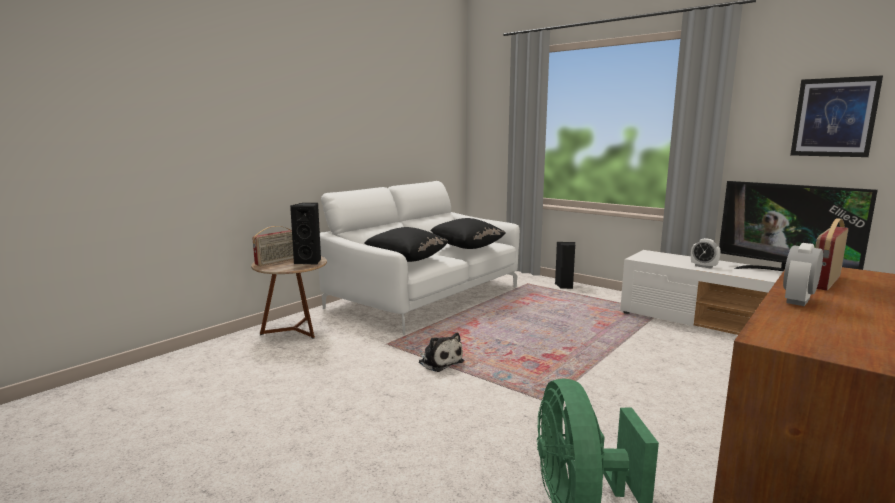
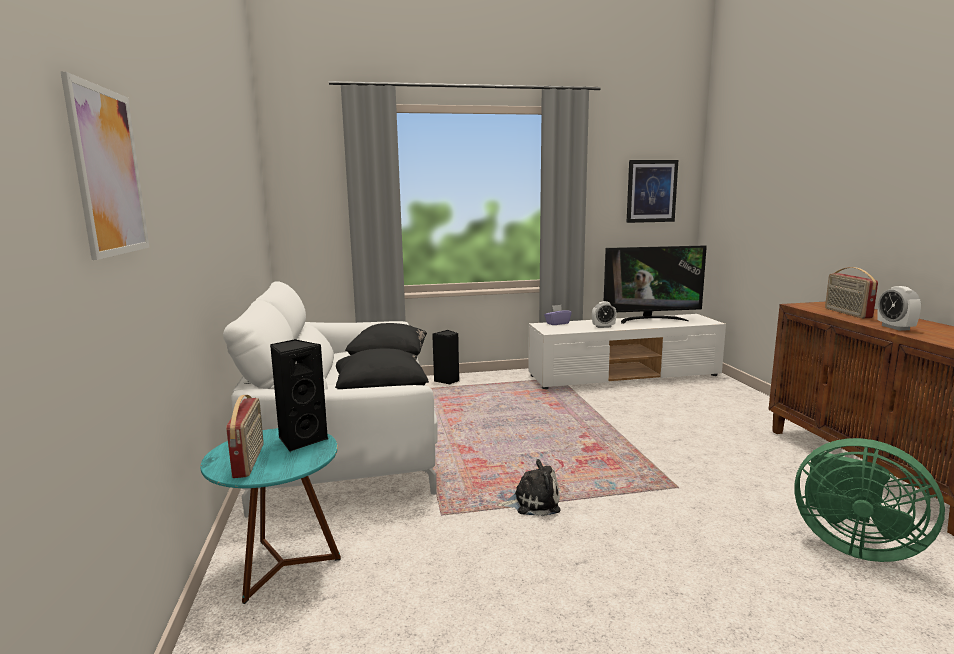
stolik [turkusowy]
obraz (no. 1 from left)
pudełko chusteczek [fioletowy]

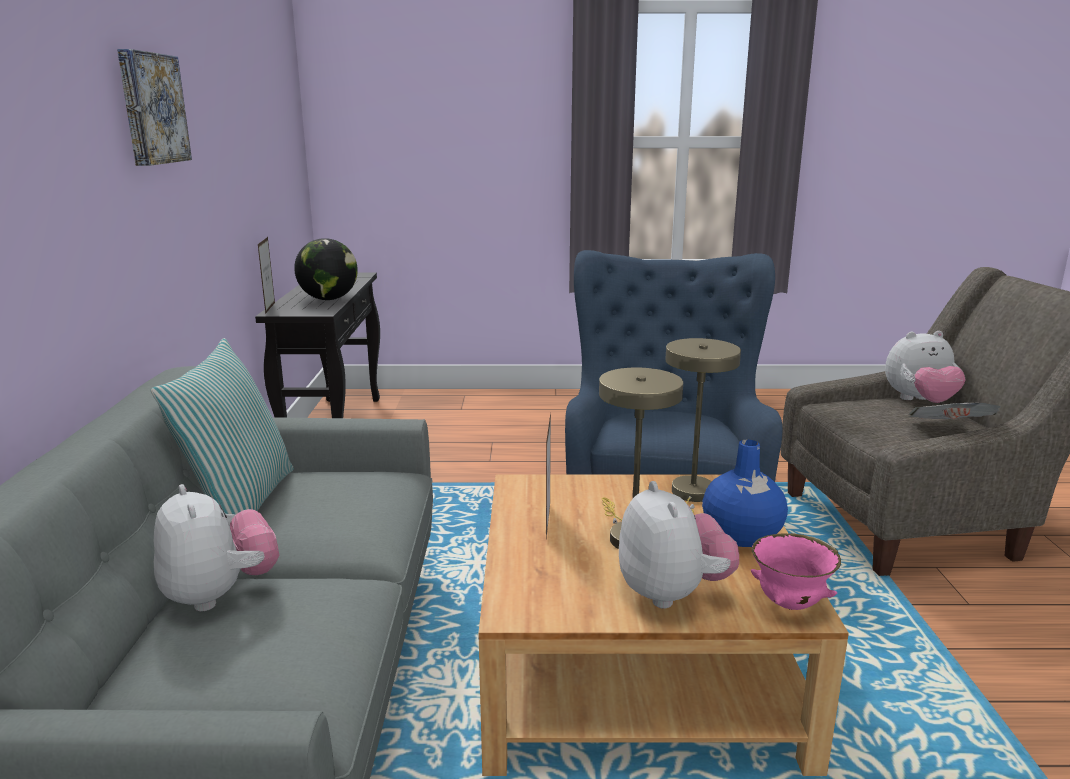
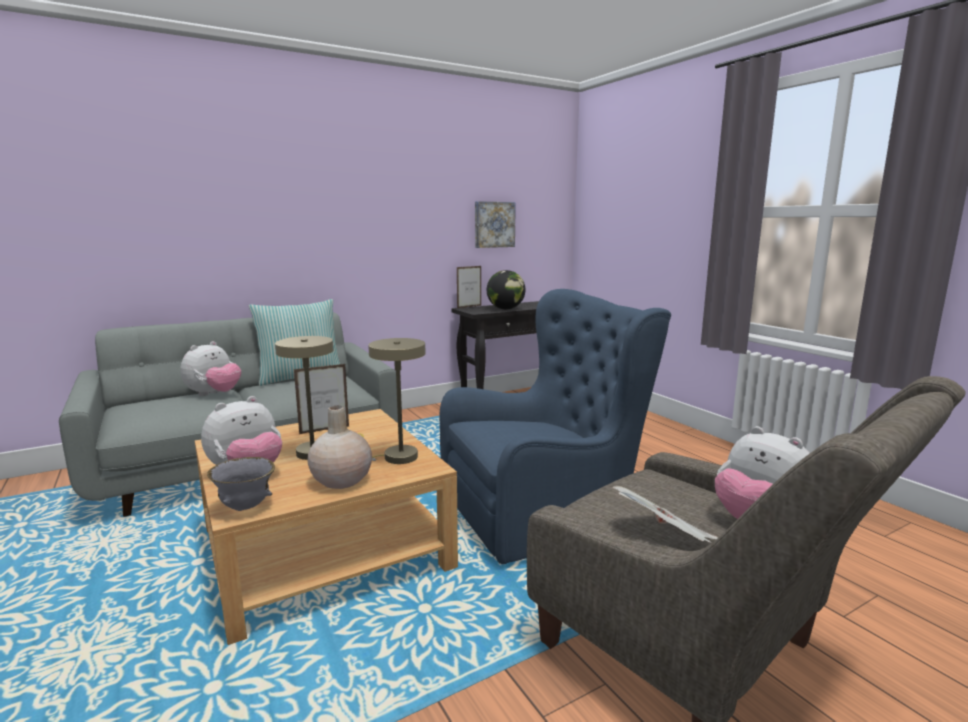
obraz
wazon [beżowy]
miska [szary]

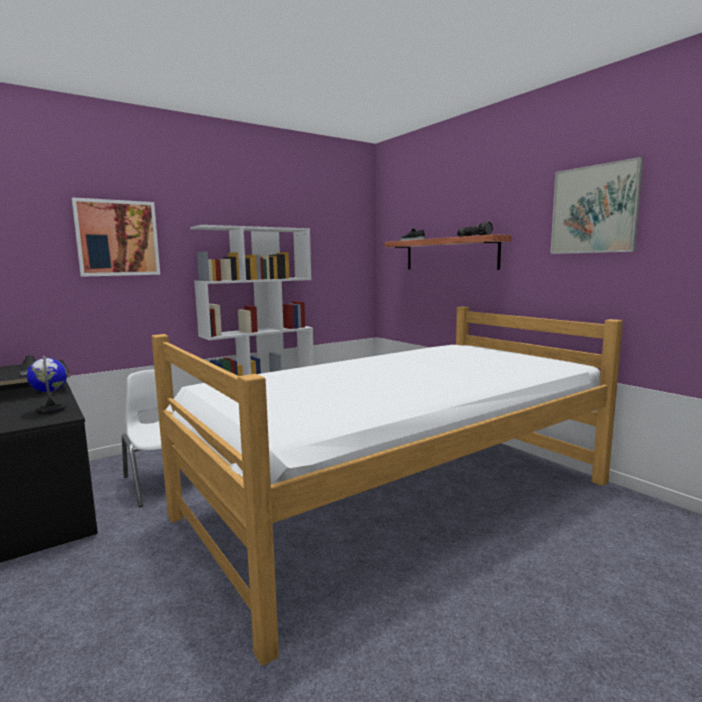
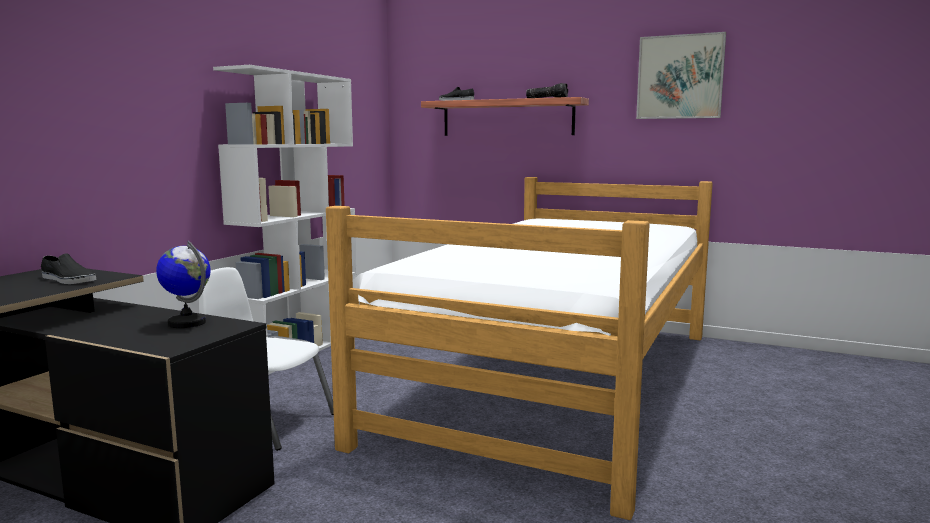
obraz (no. 1 from left in the first image)

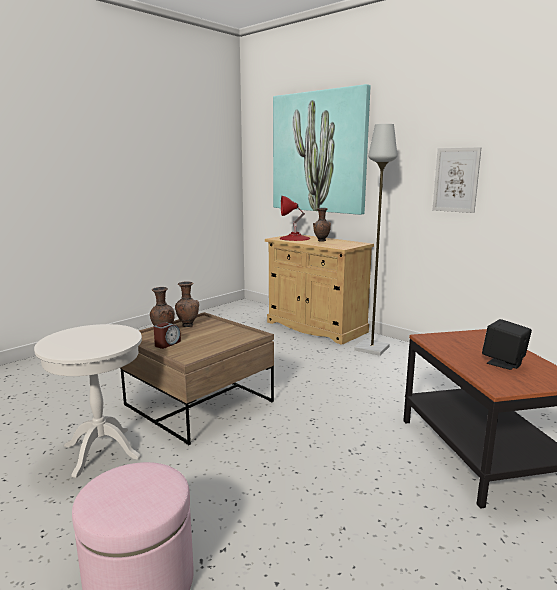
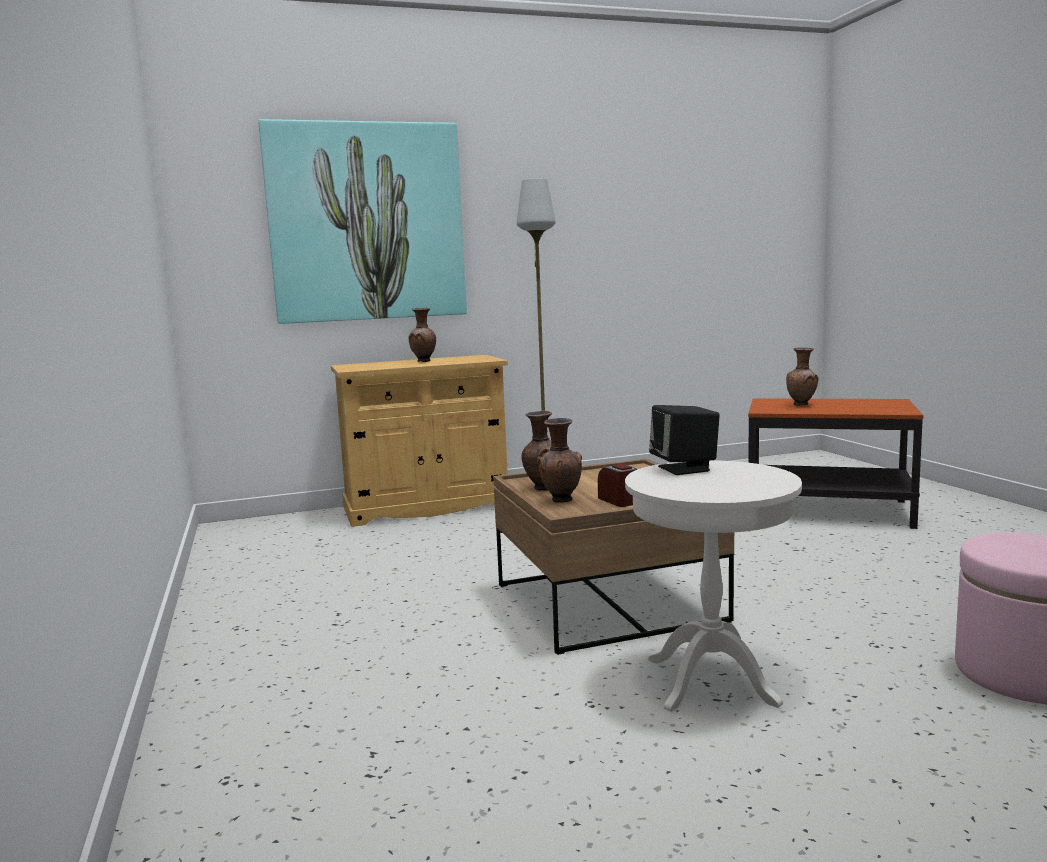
lampa stołowa [czerwony]
obraz (no. 2 from left in the first image)
głośnik [czarny]
wazon [brązowy] (no. 4 from left)

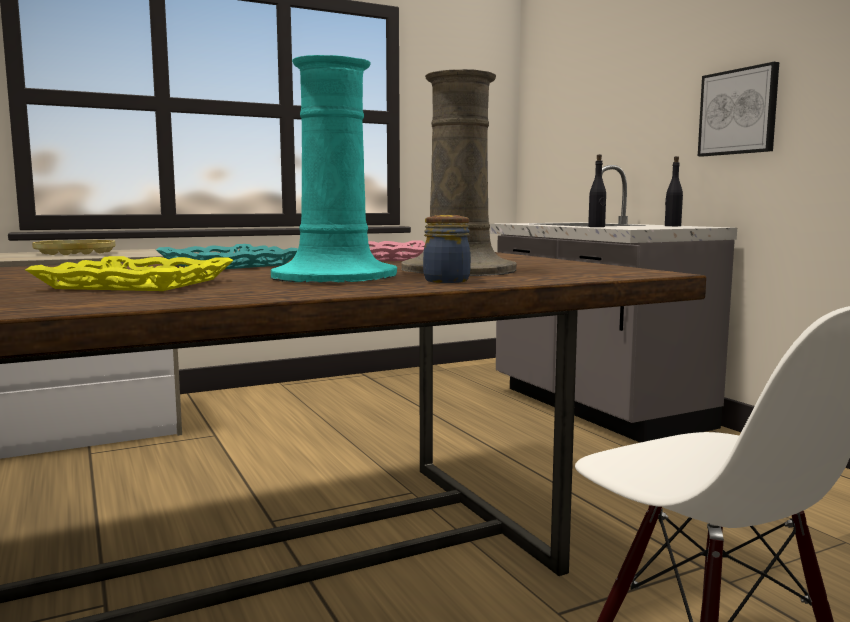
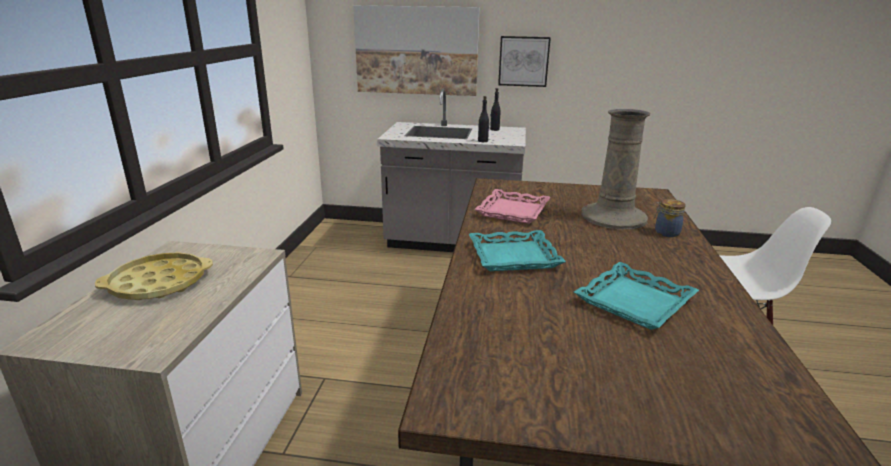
taca [turkusowy] (no. 2 from left)
wazon [turkusowy]
obraz (no. 1 from left)

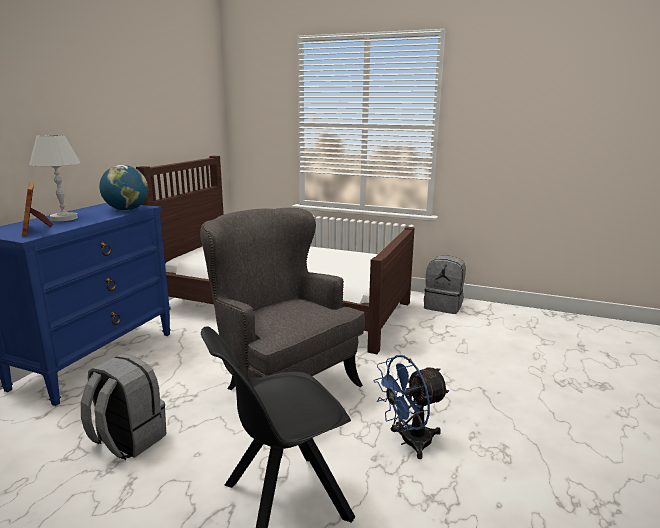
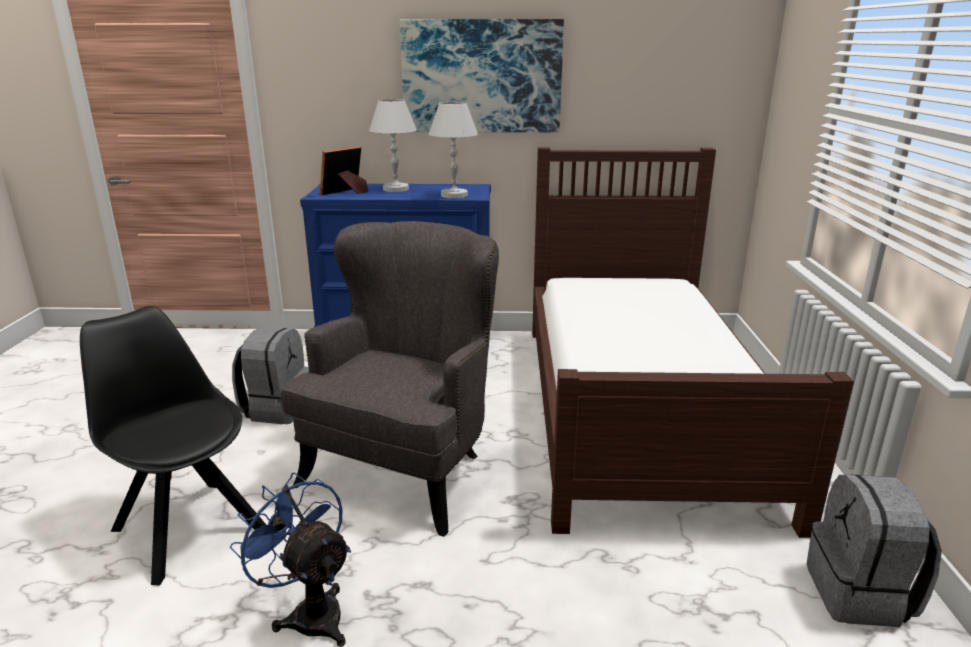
lampa stołowa [biały] (no. 2 from left)
obraz

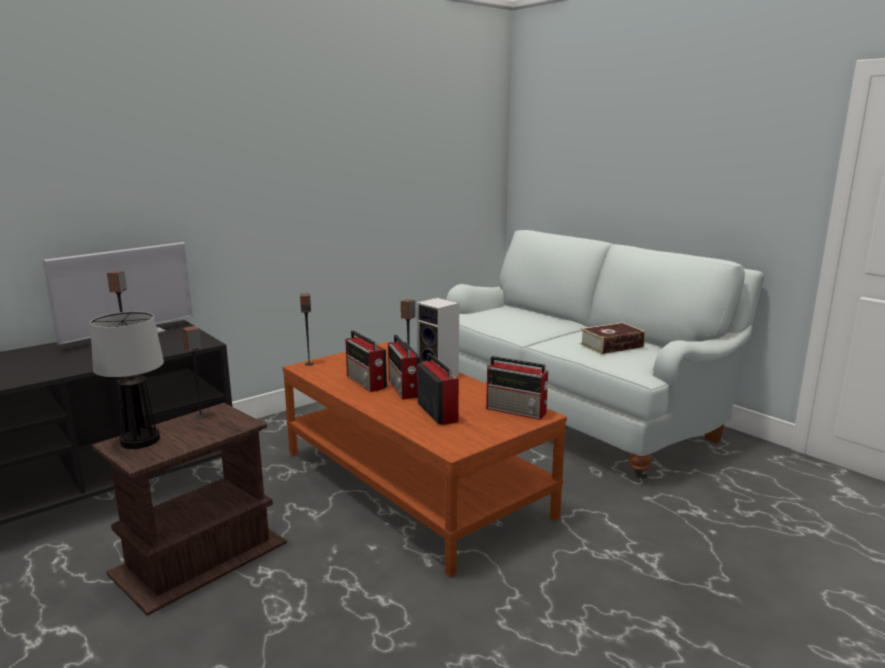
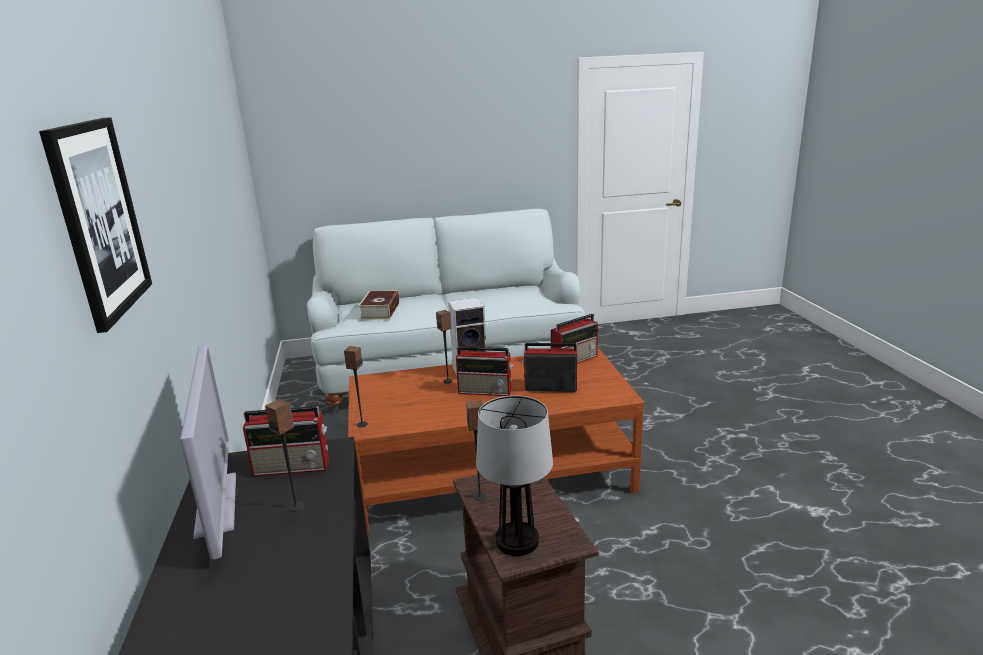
radio (no. 1 from left)
książka
obraz

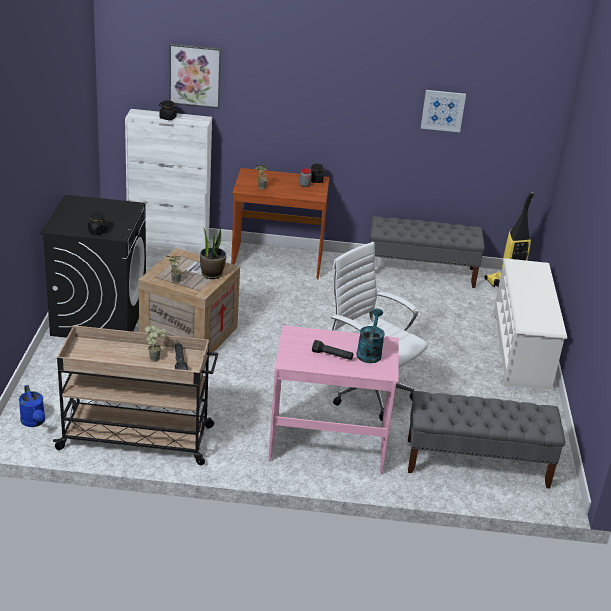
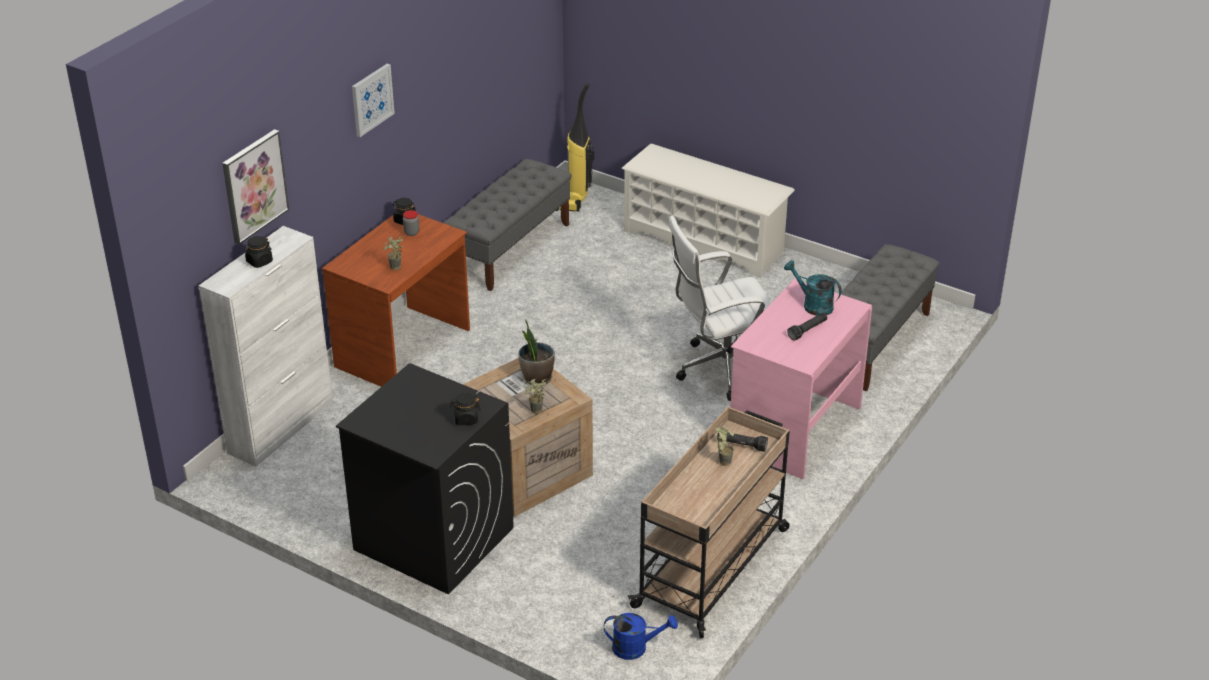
obraz (no. 2 from left)

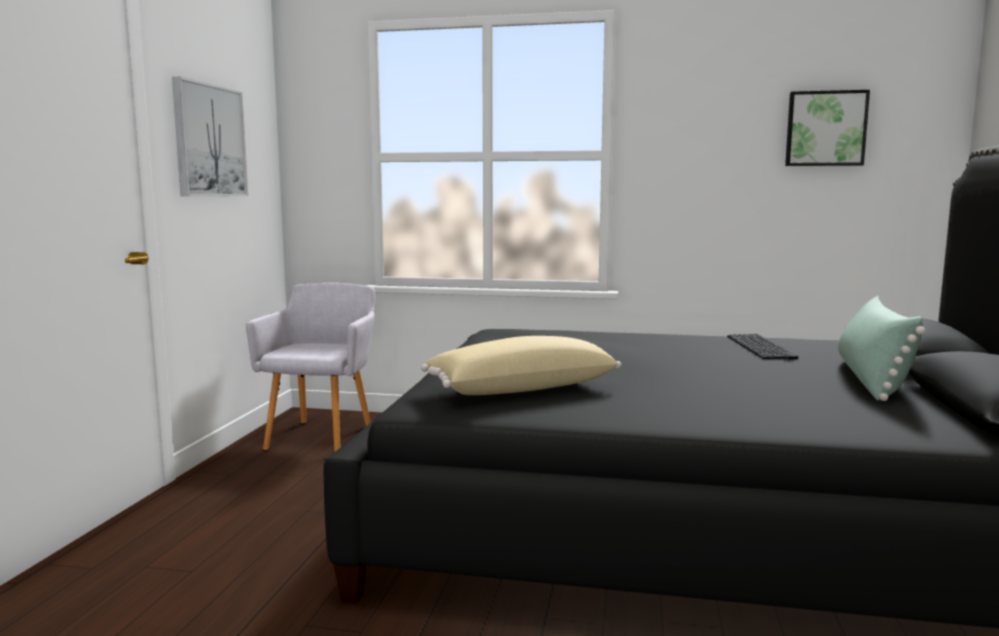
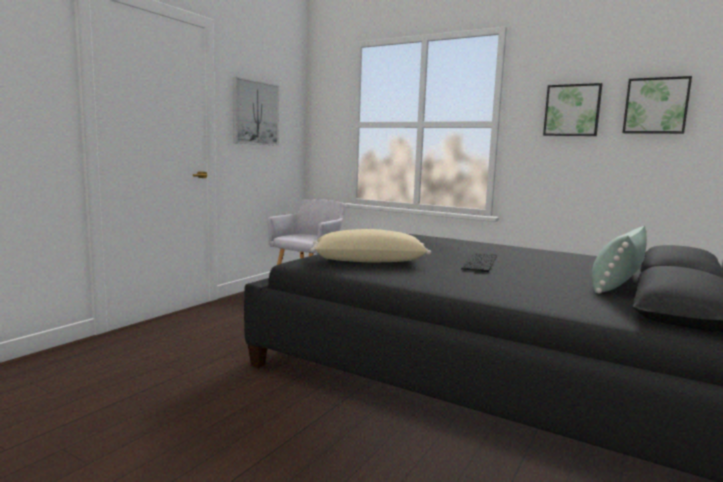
klawiatura
obraz (no. 2 from left)

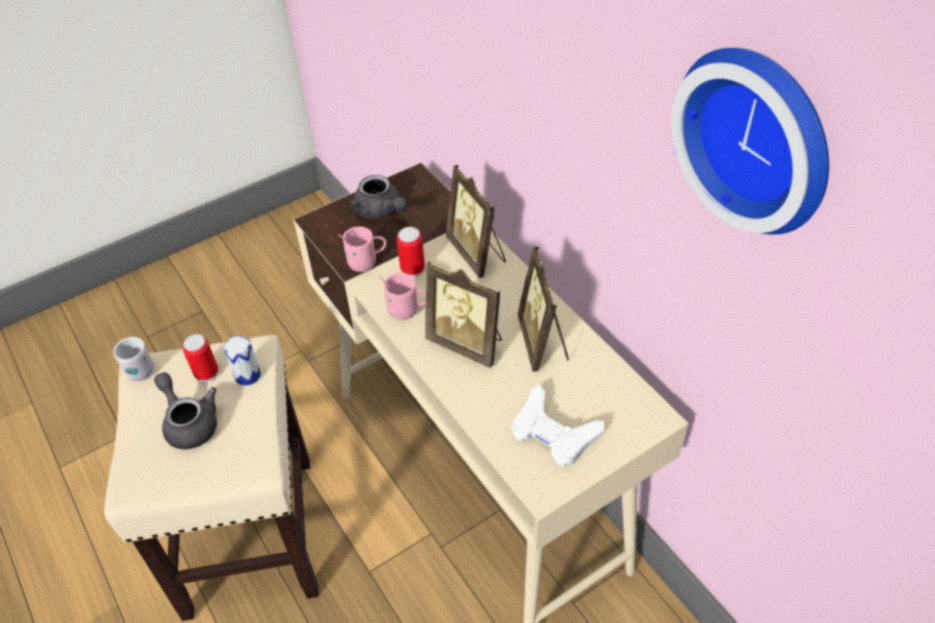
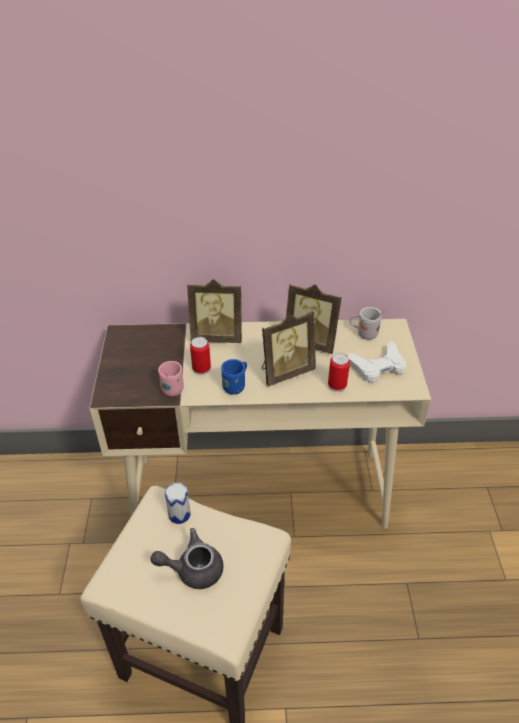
kubek [biały]
puszka (no. 3 from left)
imbryk [szary] (no. 2 from left in the first image)
kubek [niebieski]
zegar ścienny

